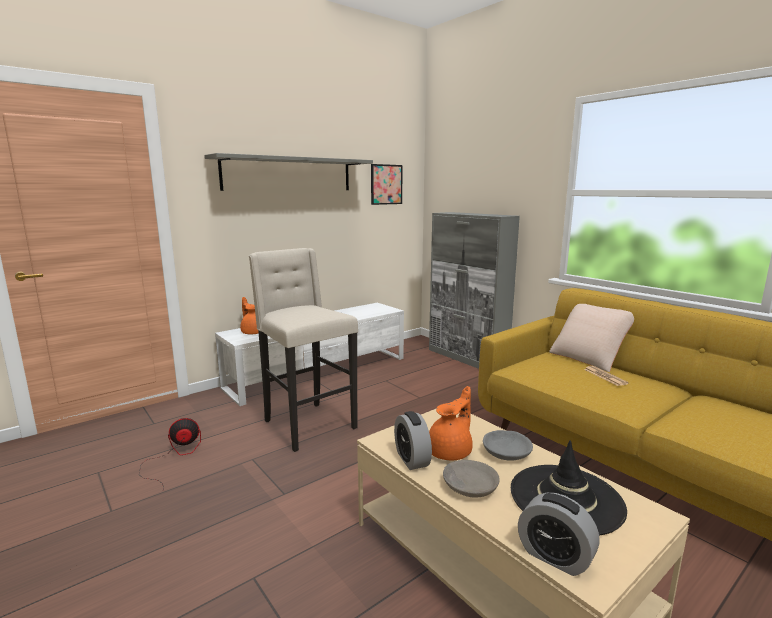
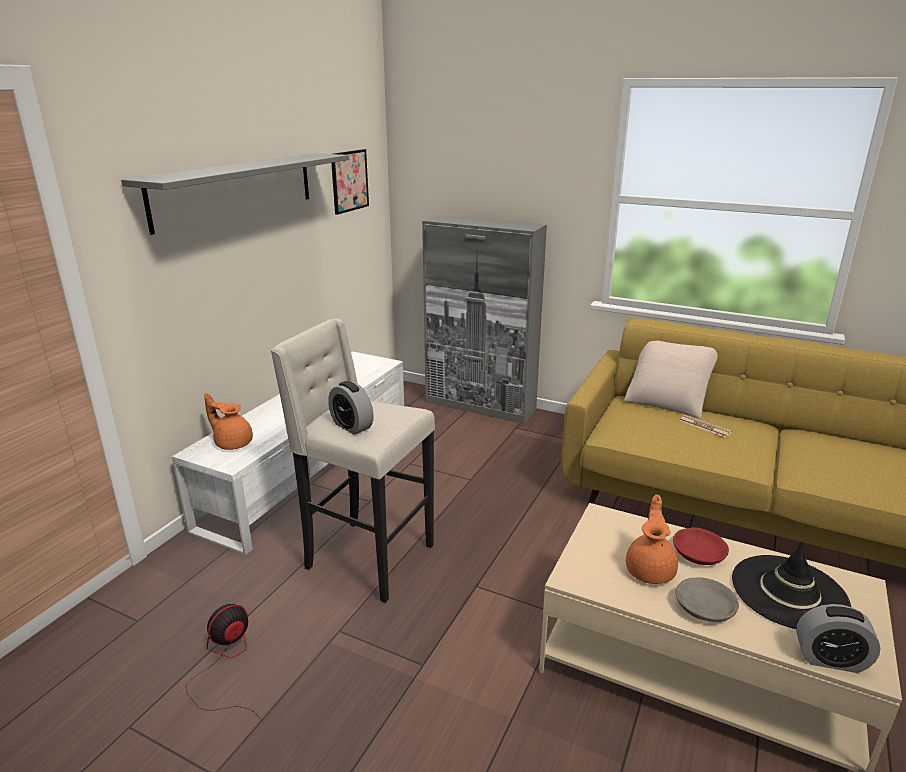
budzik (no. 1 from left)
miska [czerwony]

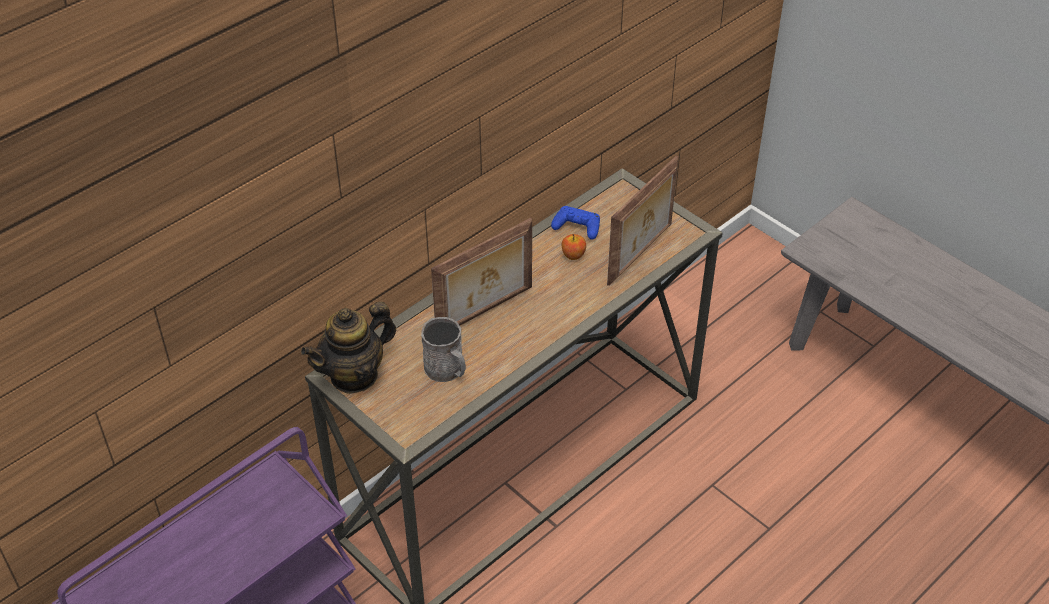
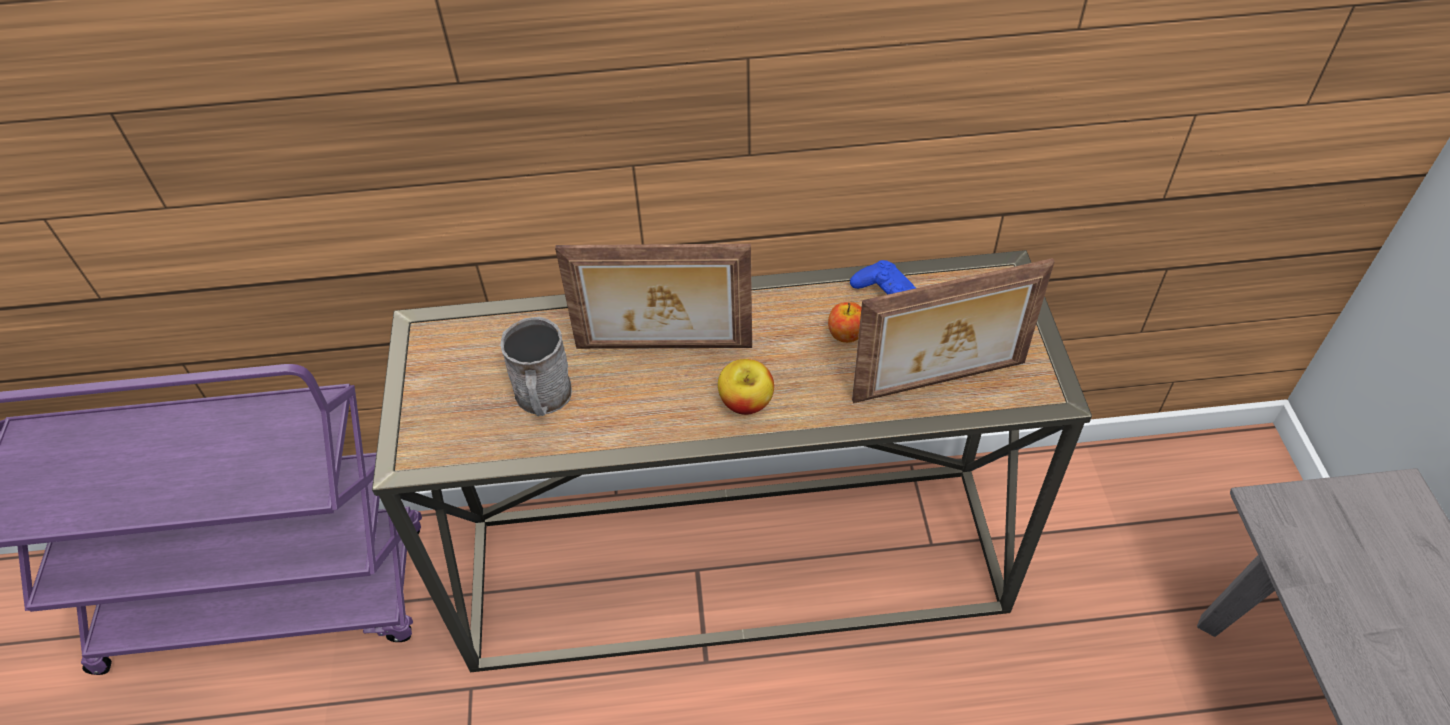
imbryk
jabłko (no. 1 from left)

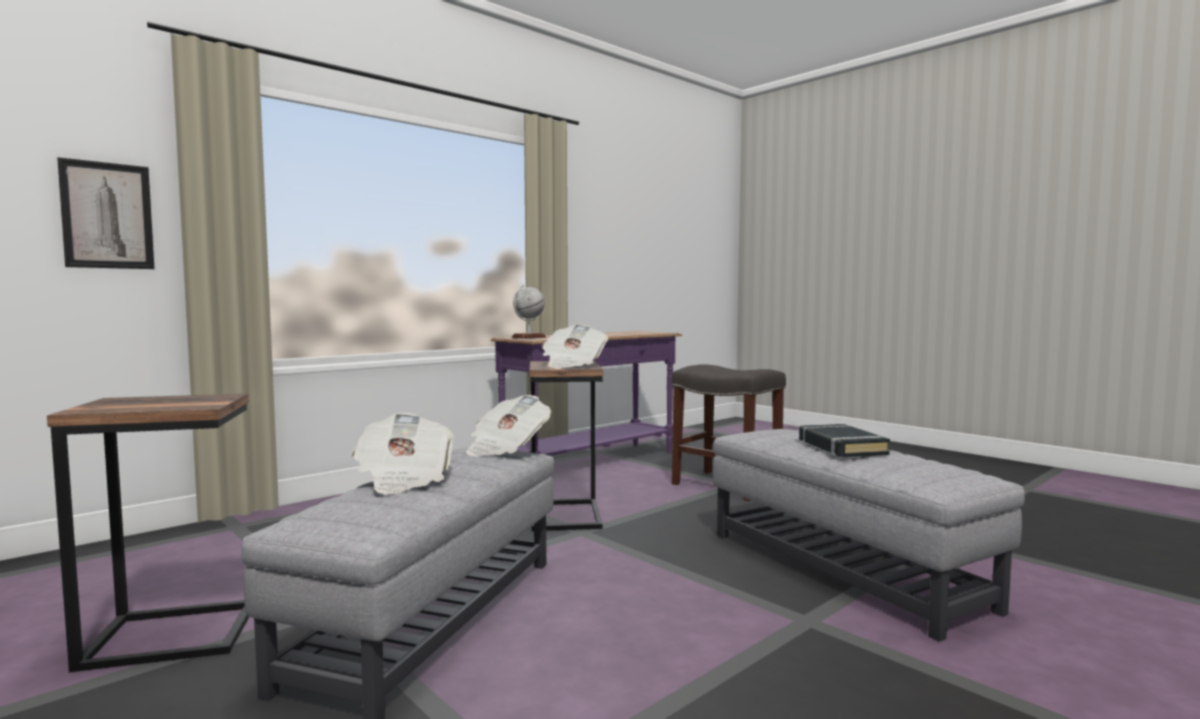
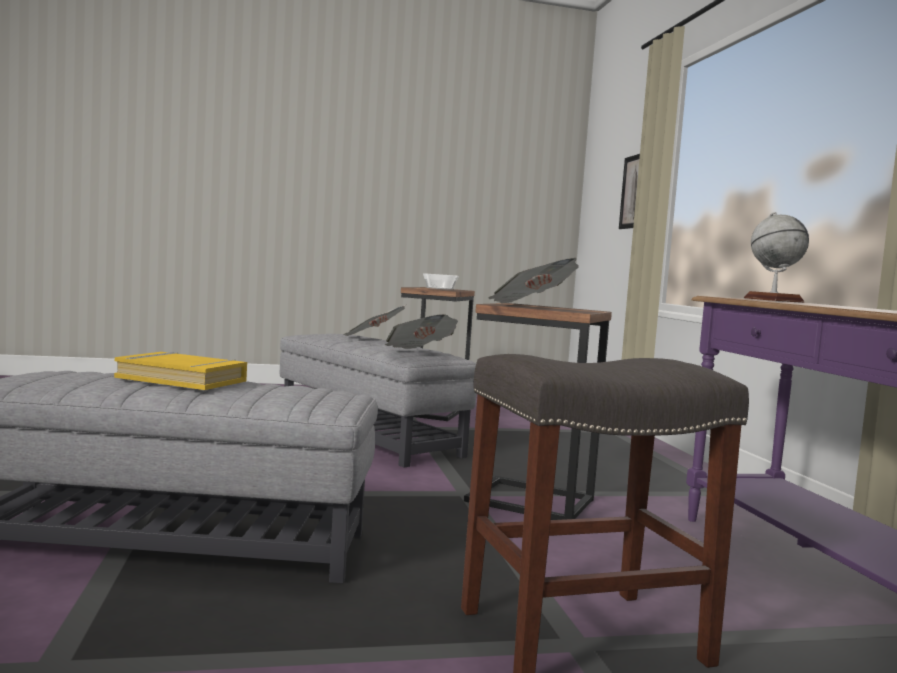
książka [żółty]
miska

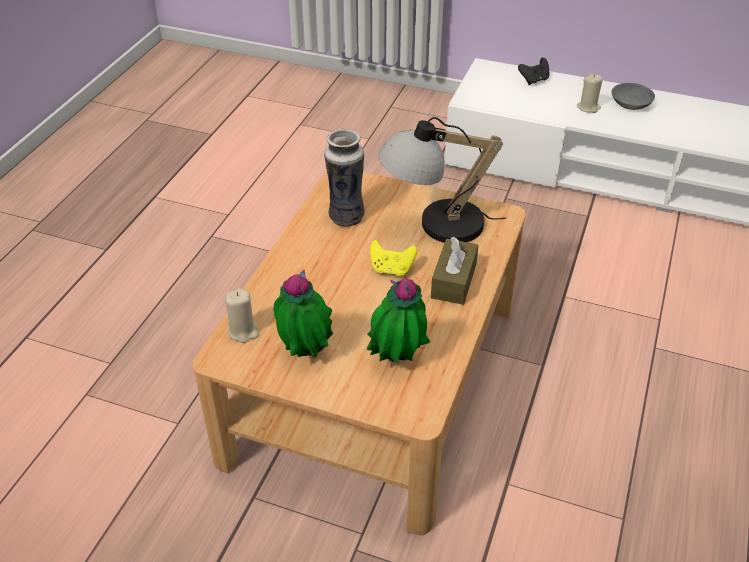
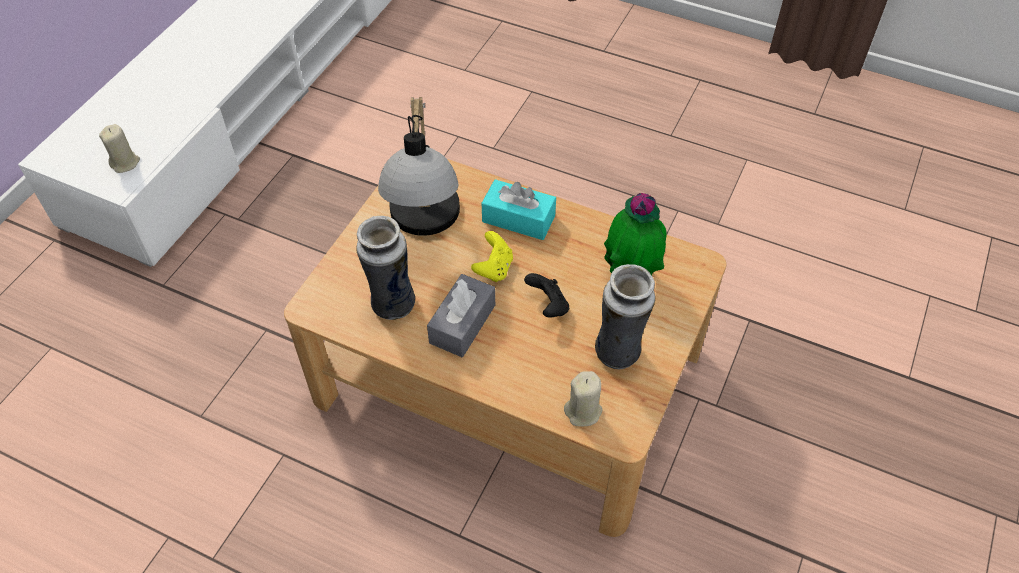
wazon (no. 2 from left)
pudełko chusteczek [turkusowy]
pad do gier [czarny]
świeca [beżowy] (no. 1 from left)
miska [szary]
pudełko chusteczek [szary]

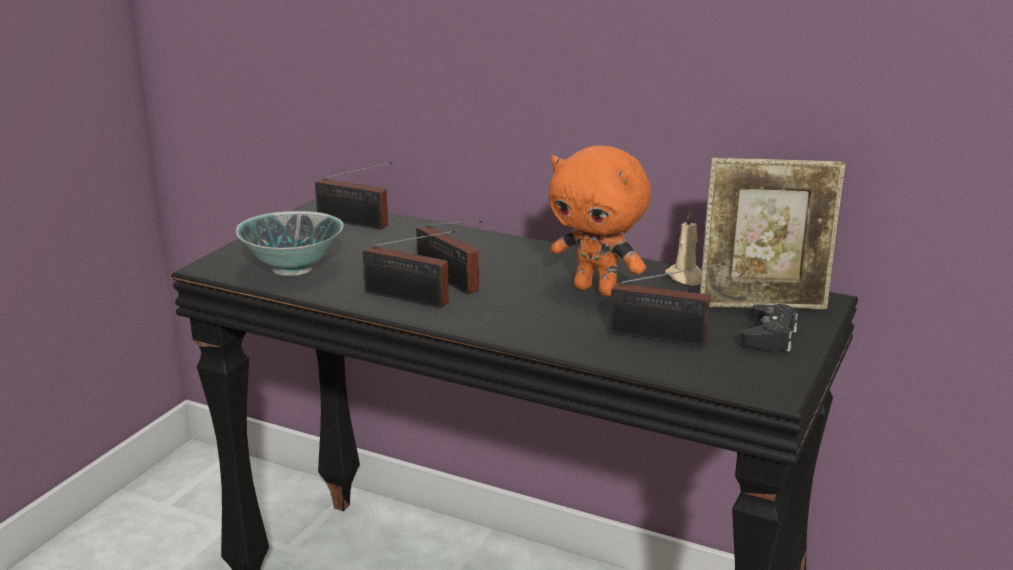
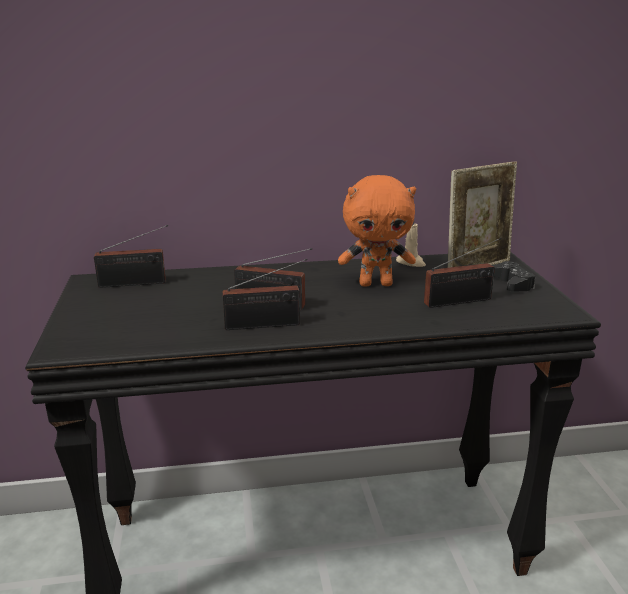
miska

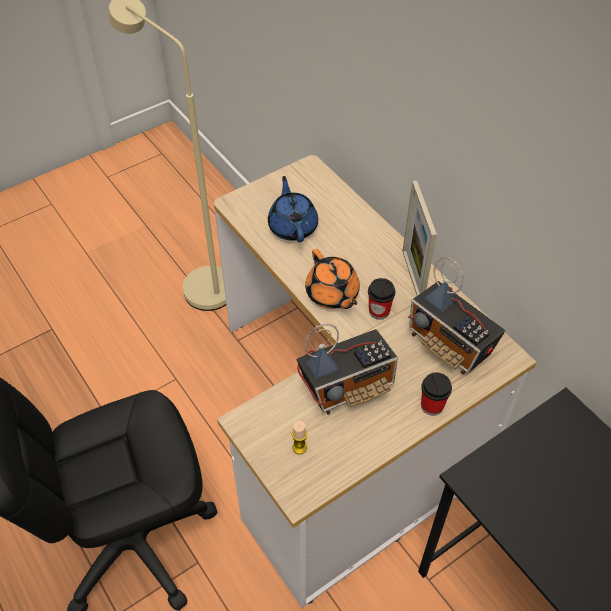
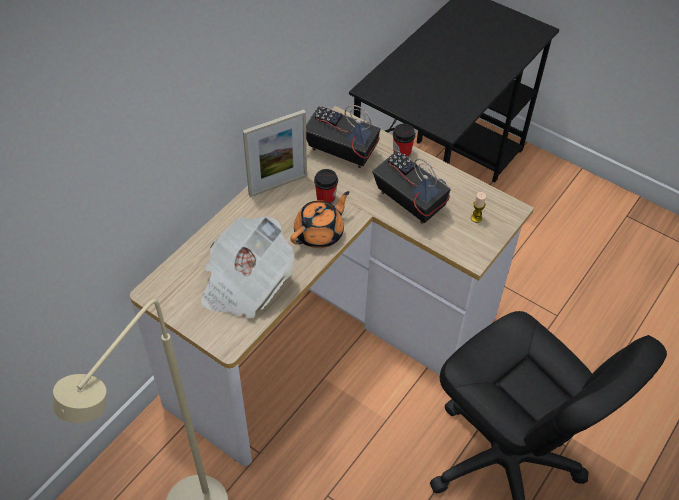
gazeta
radio (no. 1 from left)

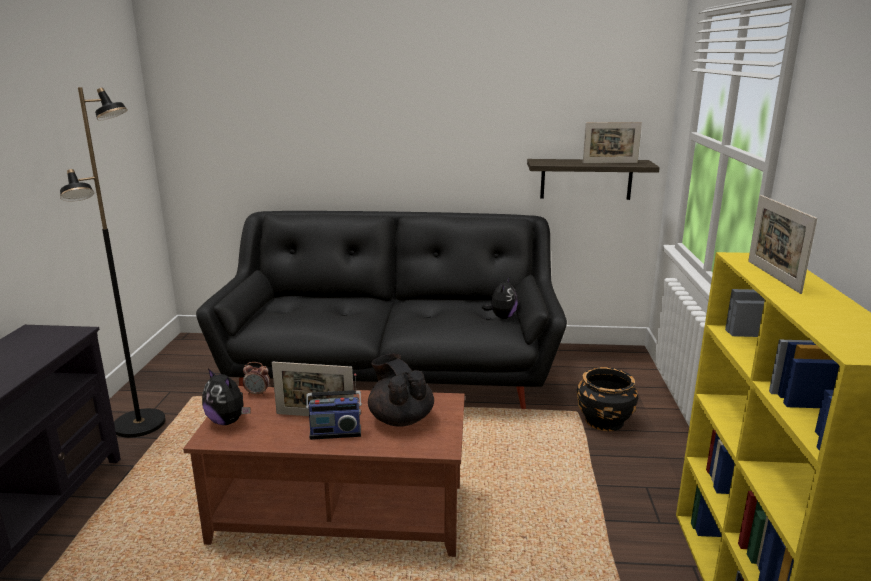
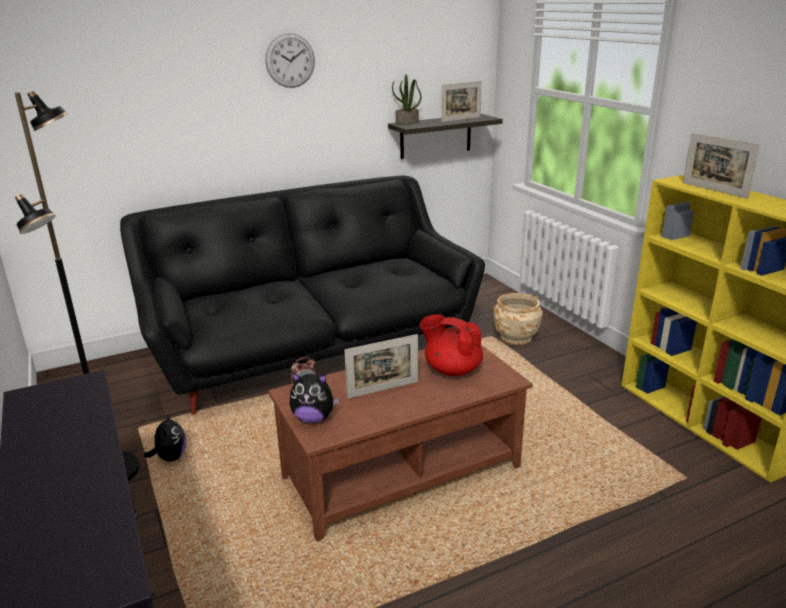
radio
imbryk [czerwony]
pluszak (no. 1 from left)
donica [beżowy]
zegar ścienny
roślina doniczkowa

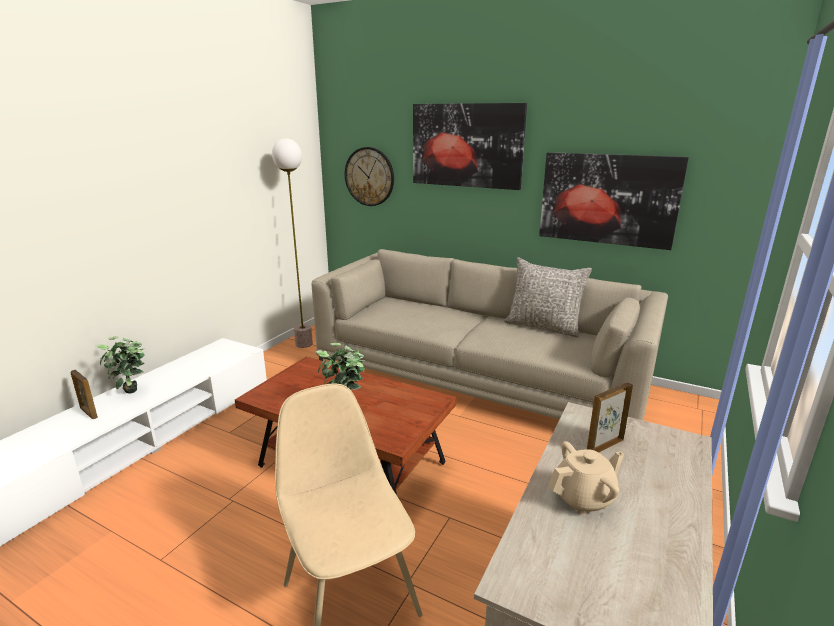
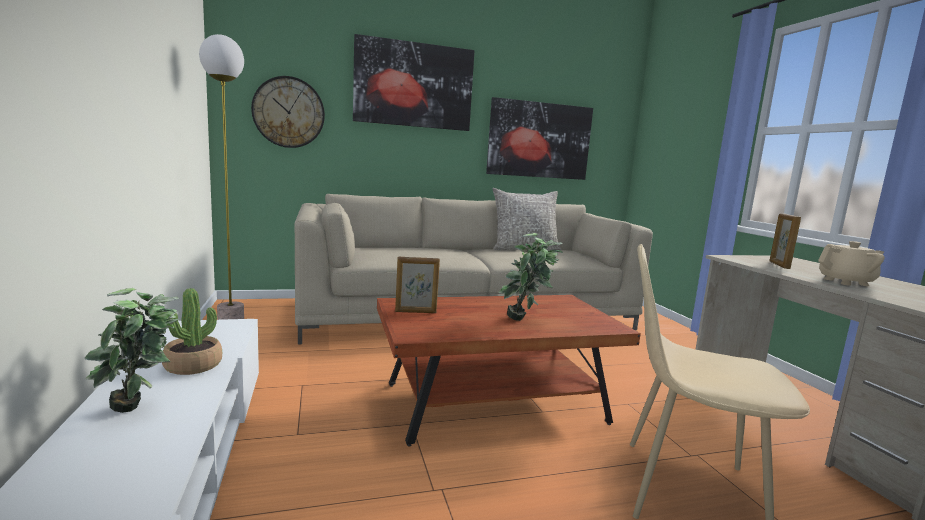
ramka na zdjęcie (no. 1 from left)
imbryk [beżowy]
roślina doniczkowa (no. 2 from left)

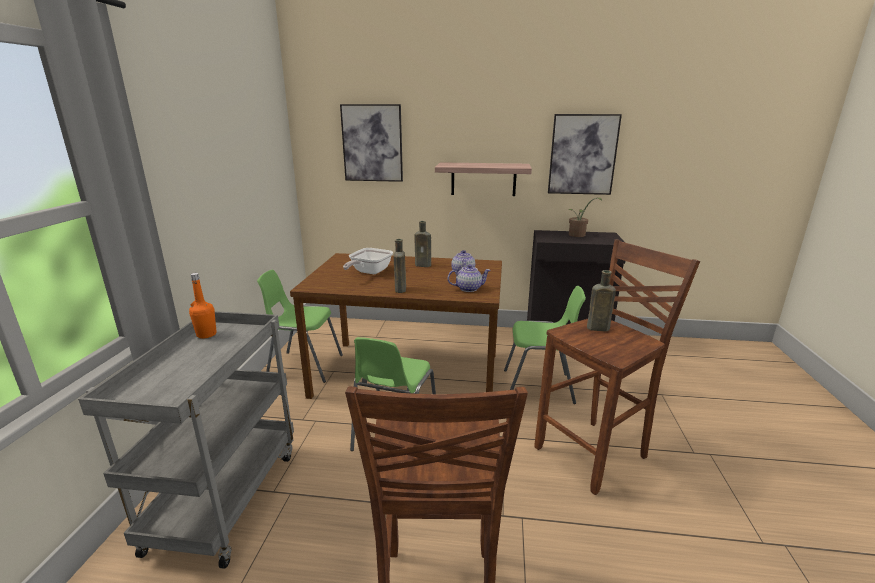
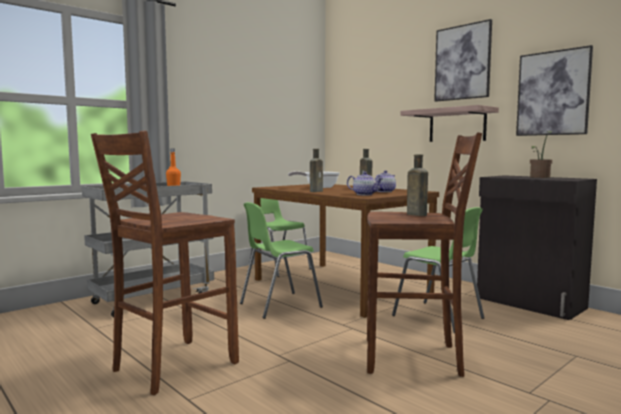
obraz (no. 1 from left)

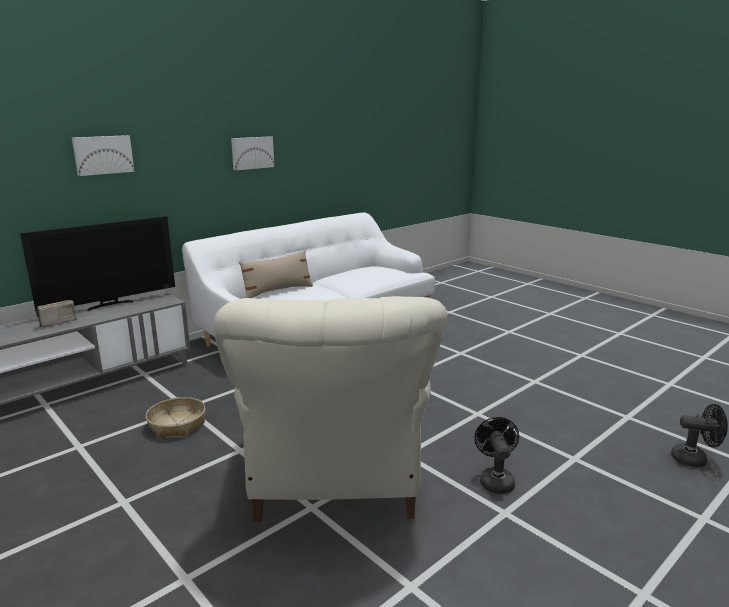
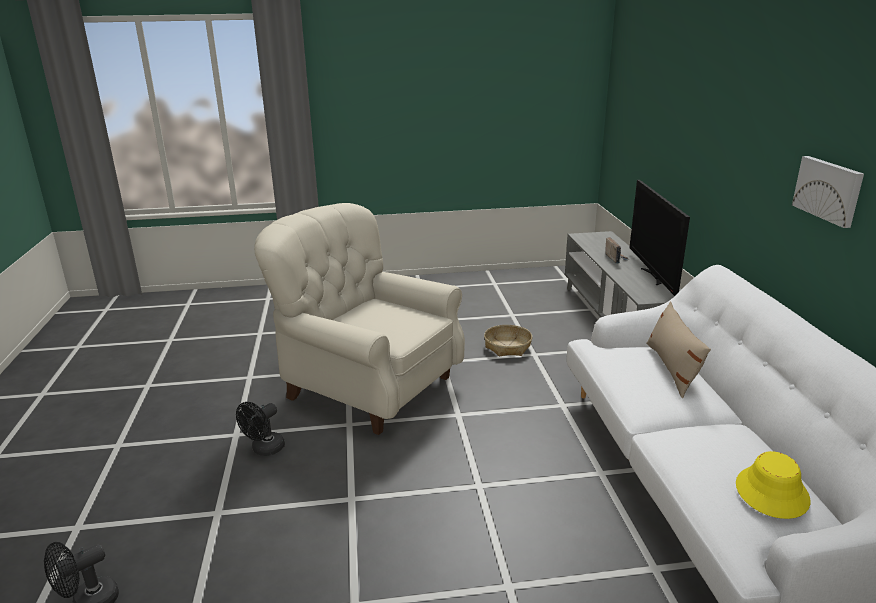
obraz (no. 1 from left in the first image)
wentylator [czarny] (no. 2 from left)
kapelusz [żółty]

